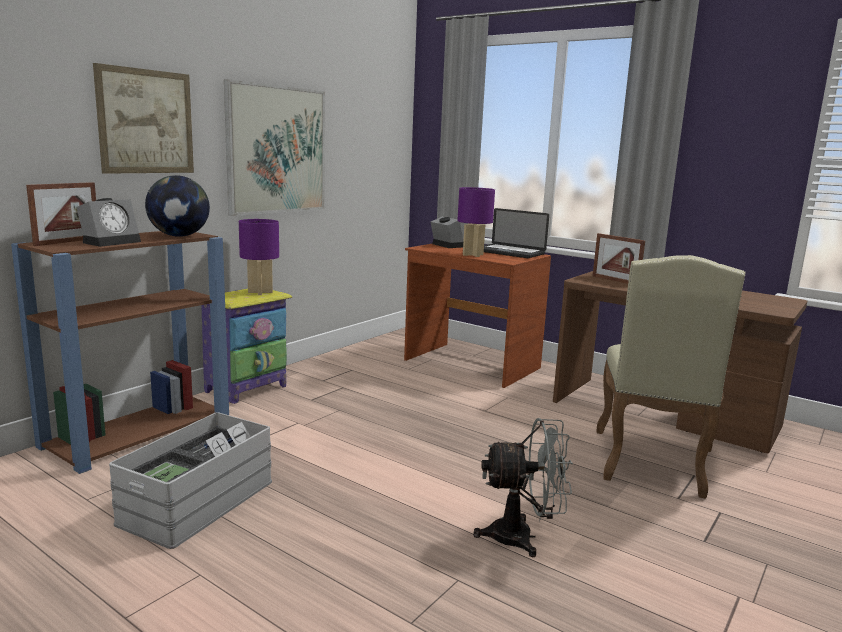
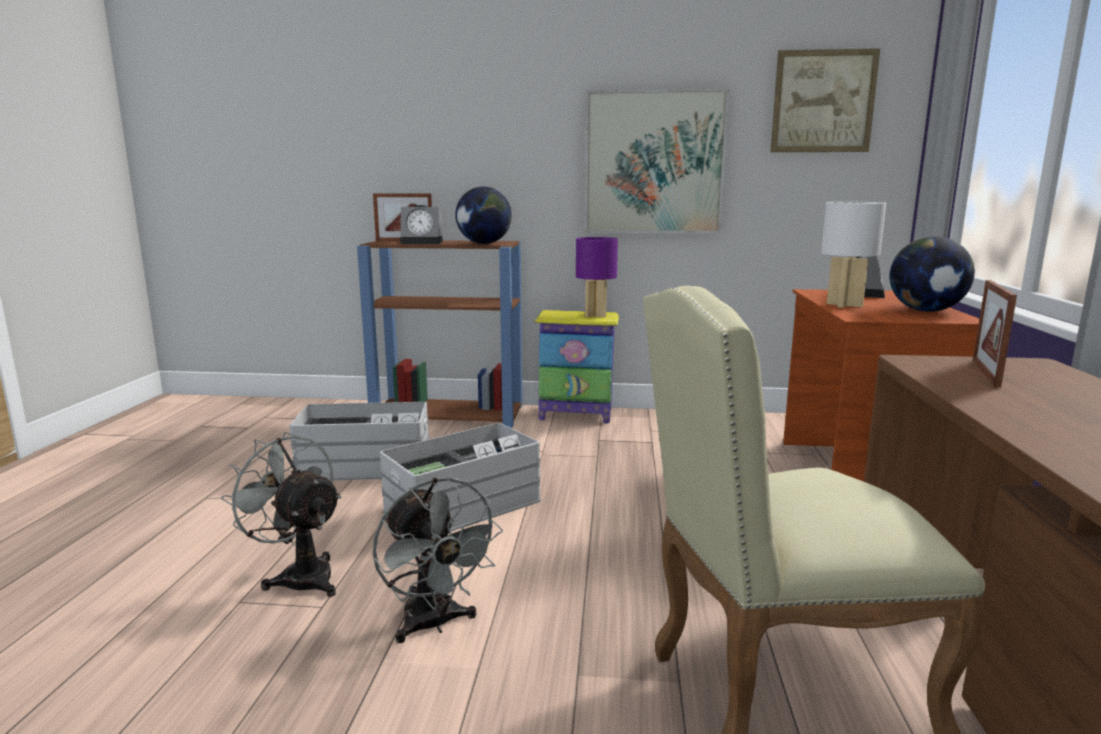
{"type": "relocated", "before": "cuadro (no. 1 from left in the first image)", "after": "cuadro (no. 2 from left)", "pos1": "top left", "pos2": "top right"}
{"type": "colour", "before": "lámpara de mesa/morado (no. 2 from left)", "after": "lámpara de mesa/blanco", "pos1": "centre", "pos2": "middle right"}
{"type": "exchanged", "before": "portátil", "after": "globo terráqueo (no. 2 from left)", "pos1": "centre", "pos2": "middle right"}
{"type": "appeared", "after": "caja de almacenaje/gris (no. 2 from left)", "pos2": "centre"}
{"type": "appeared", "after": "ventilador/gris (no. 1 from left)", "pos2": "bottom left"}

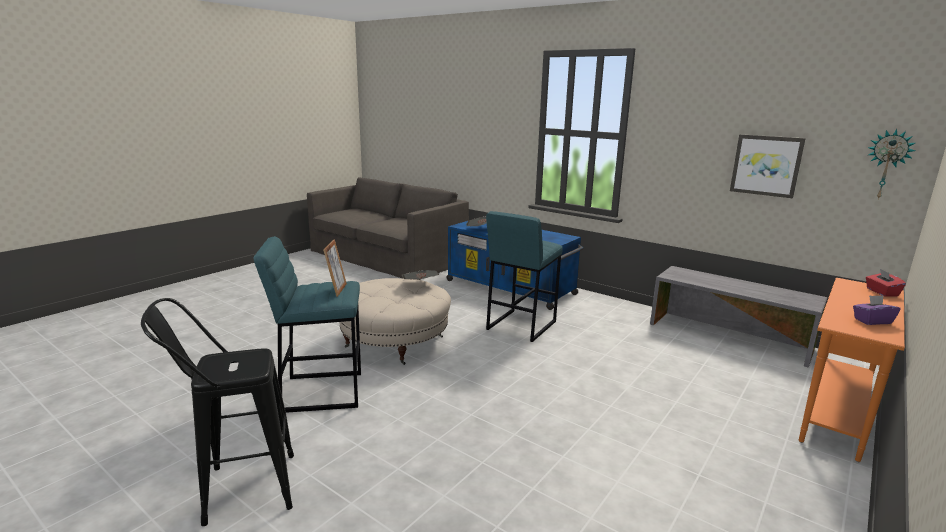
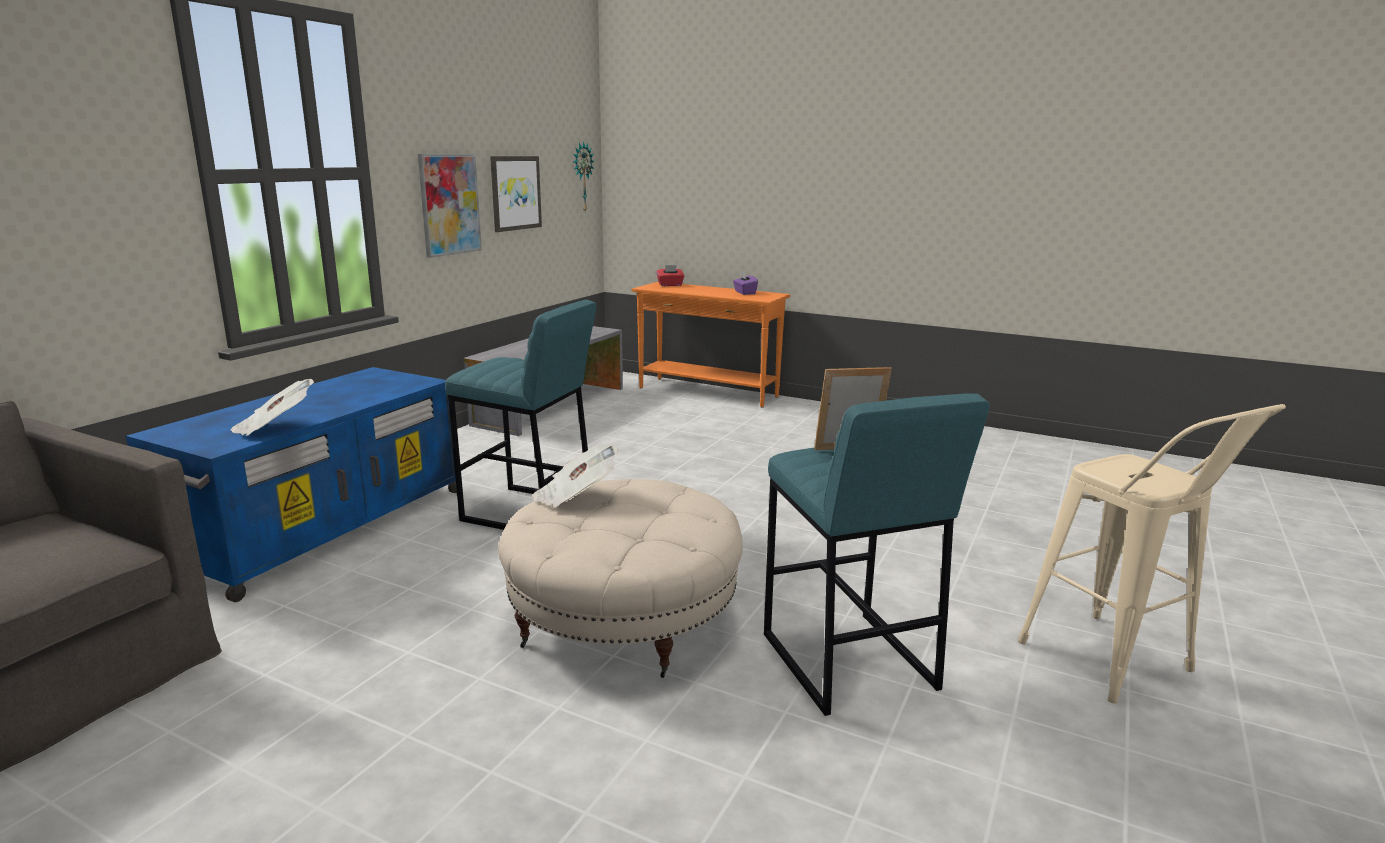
{"type": "colour", "before": "taburete/negro", "after": "taburete/beis", "pos1": "bottom left", "pos2": "middle right"}
{"type": "appeared", "after": "cuadro (no. 1 from left)", "pos2": "top left"}

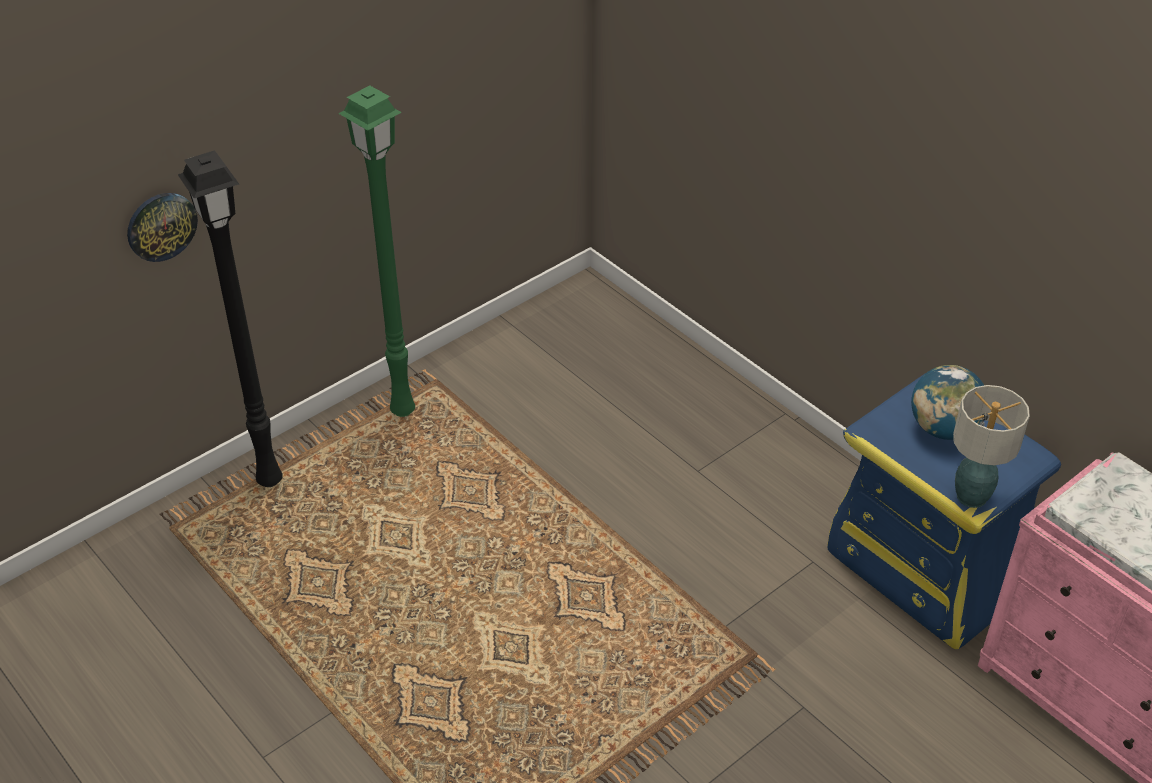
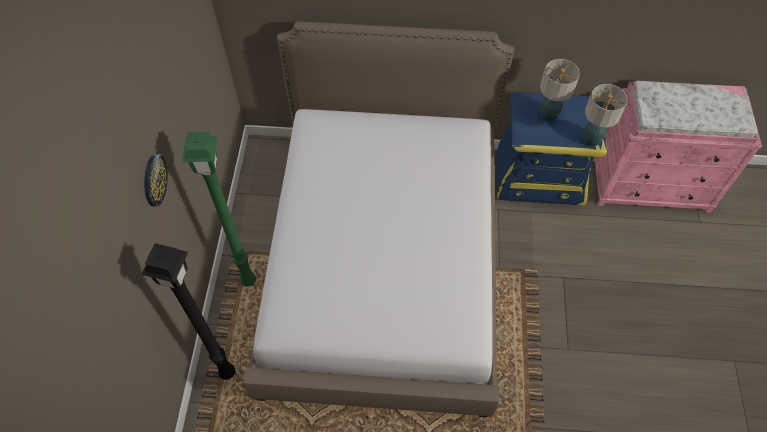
{"type": "relocated", "before": "reloj de pared", "pos1": "top left", "pos2": "middle left"}
{"type": "exchanged", "before": "globo terráqueo", "after": "lámpara de mesa (no. 1 from left)", "pos1": "middle right", "pos2": "top right"}
{"type": "appeared", "after": "cama", "pos2": "centre"}

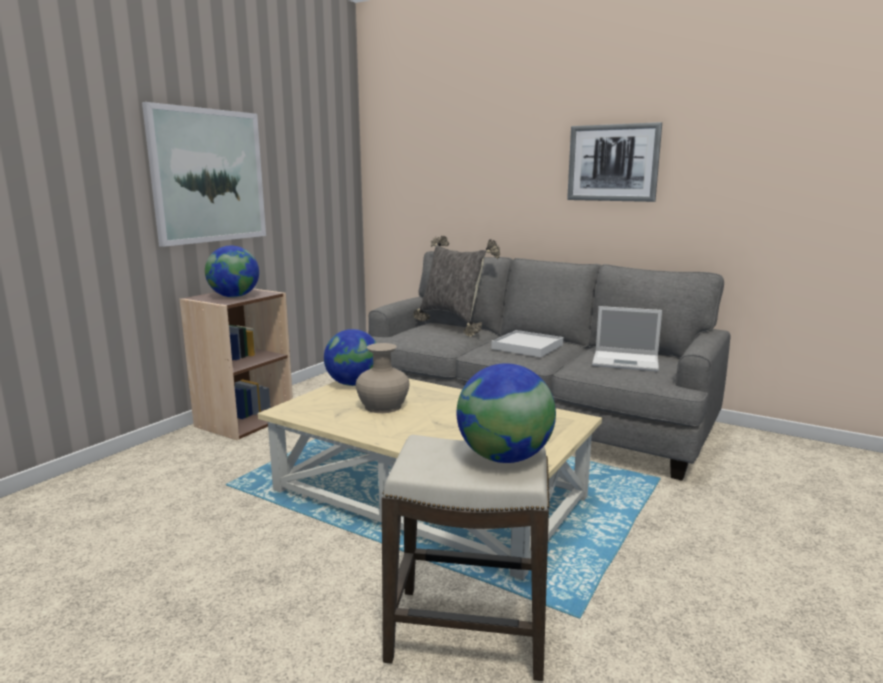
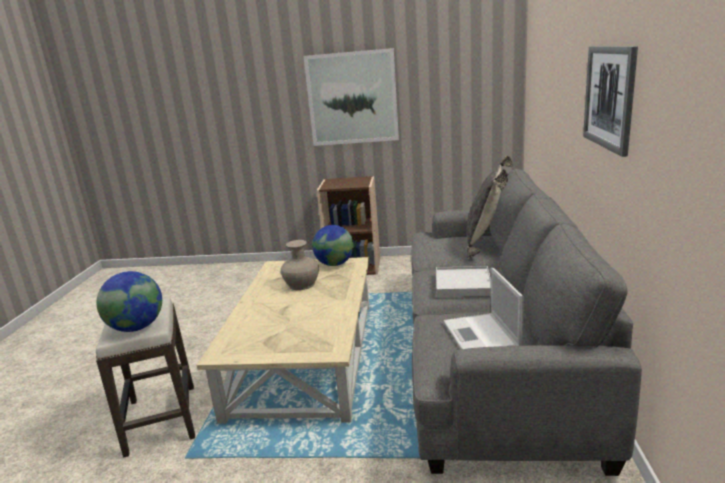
{"type": "missing", "before": "globo terráqueo (no. 1 from left)", "pos1": "middle left"}

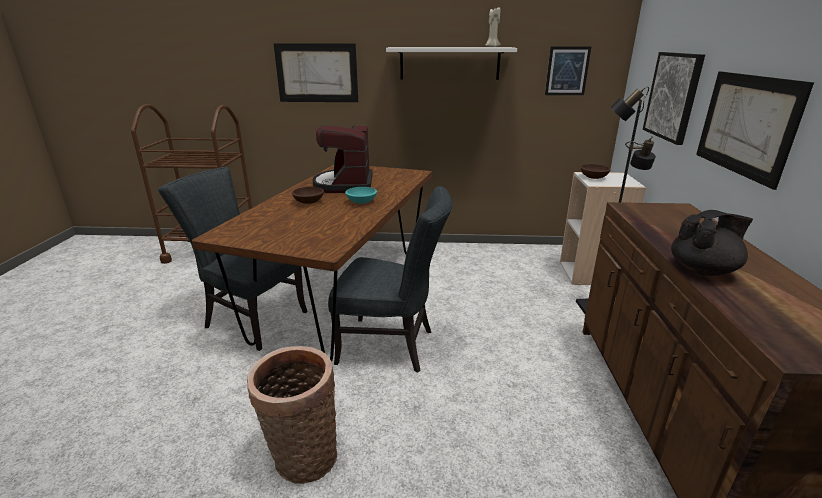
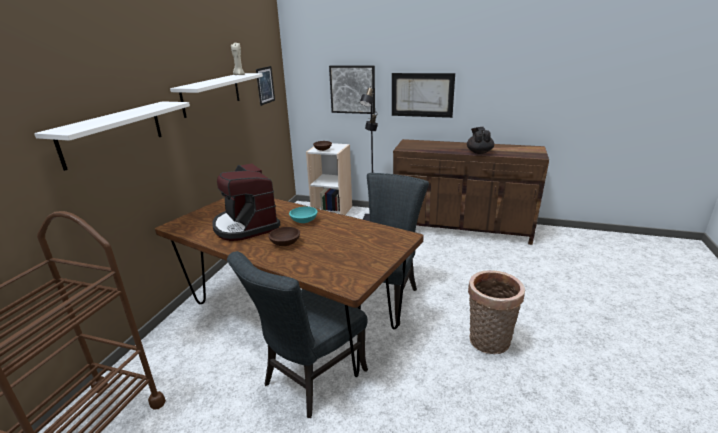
{"type": "exchanged", "before": "cuadro (no. 1 from left)", "after": "estante/blanco (no. 1 from left)", "pos1": "top centre", "pos2": "top left"}
{"type": "spun", "before": "cafetera", "pos1": "top centre", "pos2": "centre", "turn": 45}

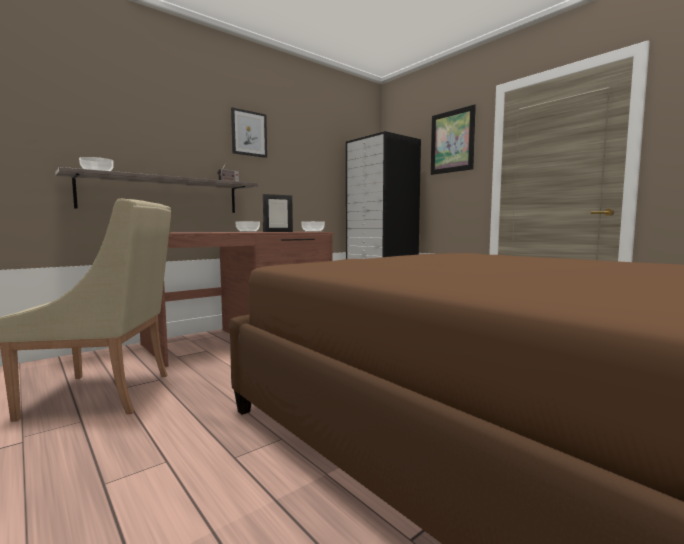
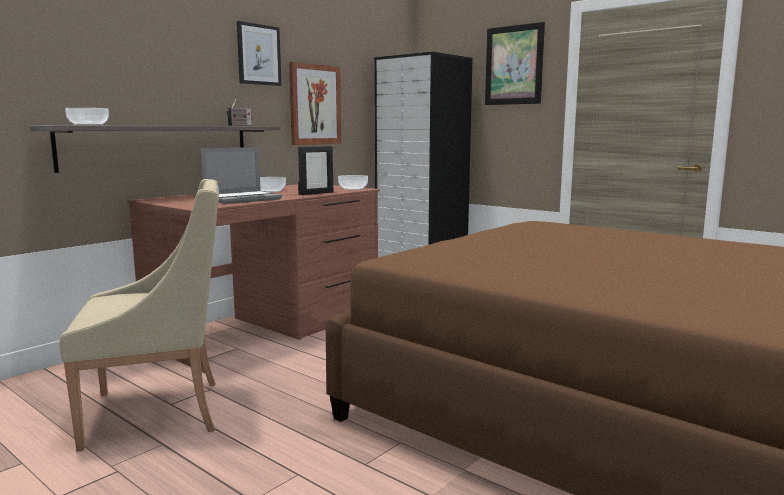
{"type": "appeared", "after": "cuadro (no. 2 from left)", "pos2": "top centre"}
{"type": "appeared", "after": "portátil", "pos2": "middle left"}

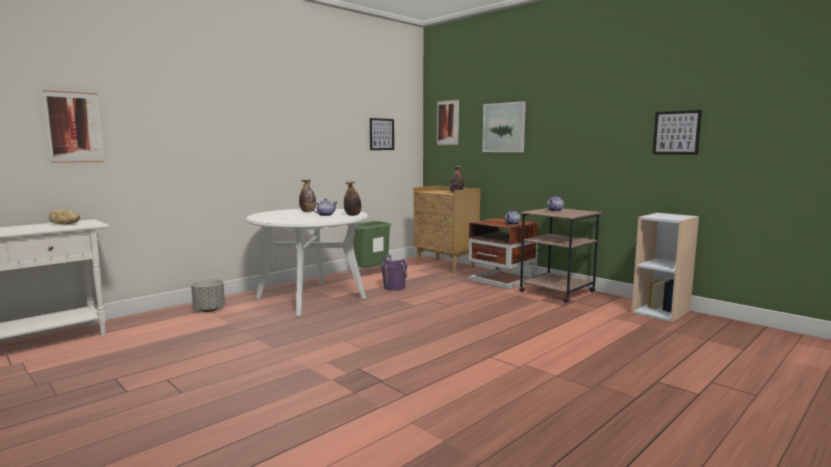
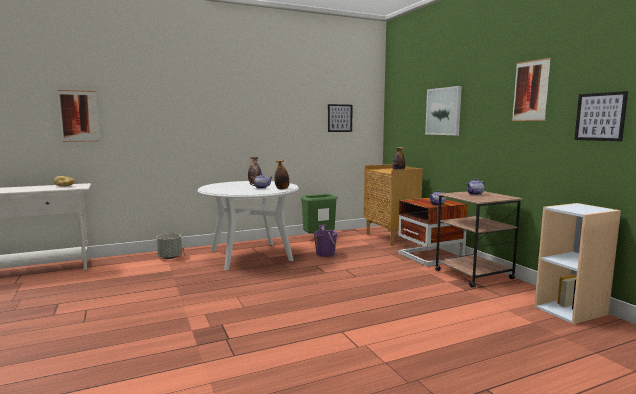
{"type": "relocated", "before": "cuadro (no. 3 from left in the first image)", "after": "cuadro (no. 4 from left)", "pos1": "top centre", "pos2": "top right"}

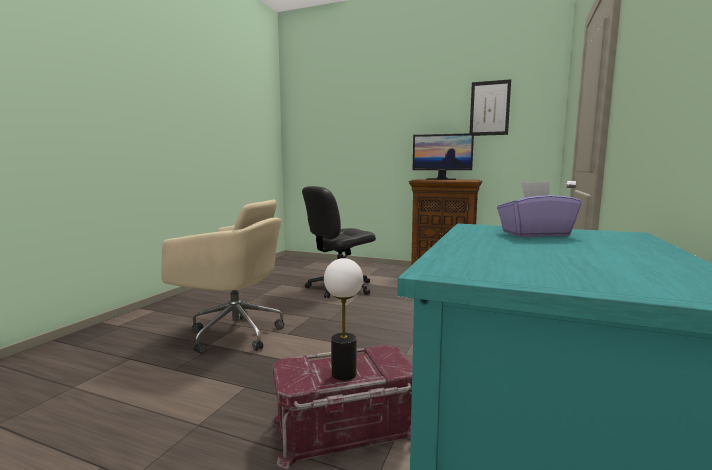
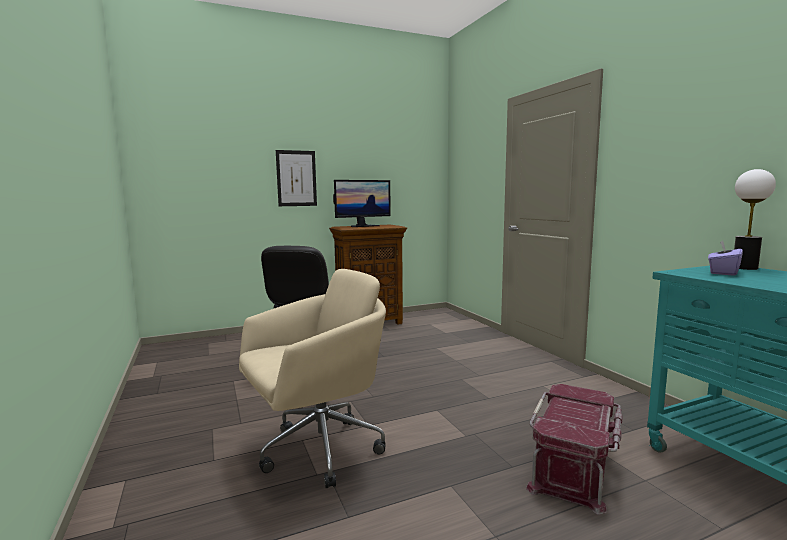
{"type": "relocated", "before": "cuadro", "pos1": "top right", "pos2": "top centre"}
{"type": "relocated", "before": "lámpara de mesa", "pos1": "bottom centre", "pos2": "middle right"}

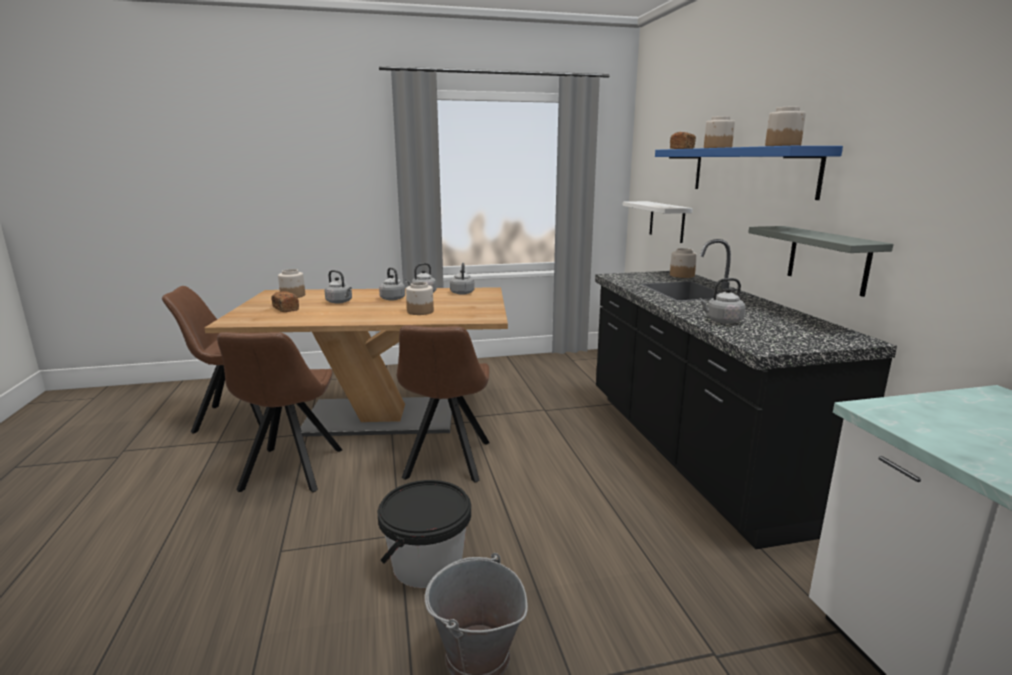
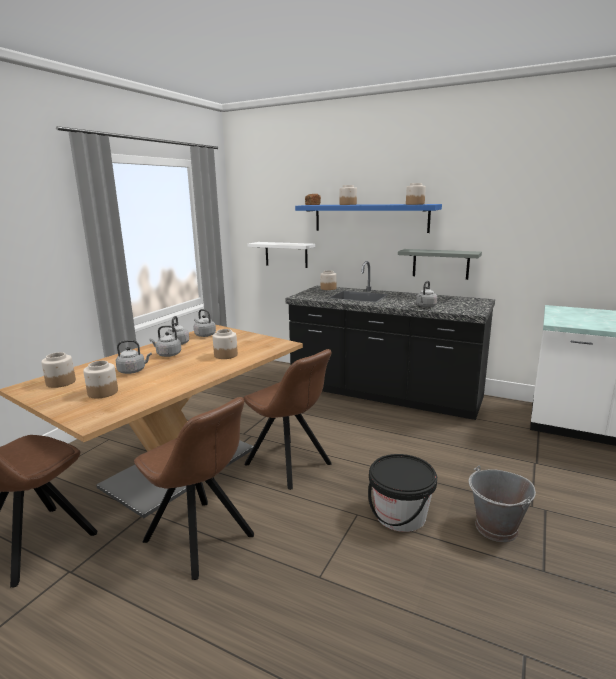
{"type": "exchanged", "before": "pan (no. 1 from left)", "after": "tarro (no. 2 from left)", "pos1": "middle left", "pos2": "middle left"}

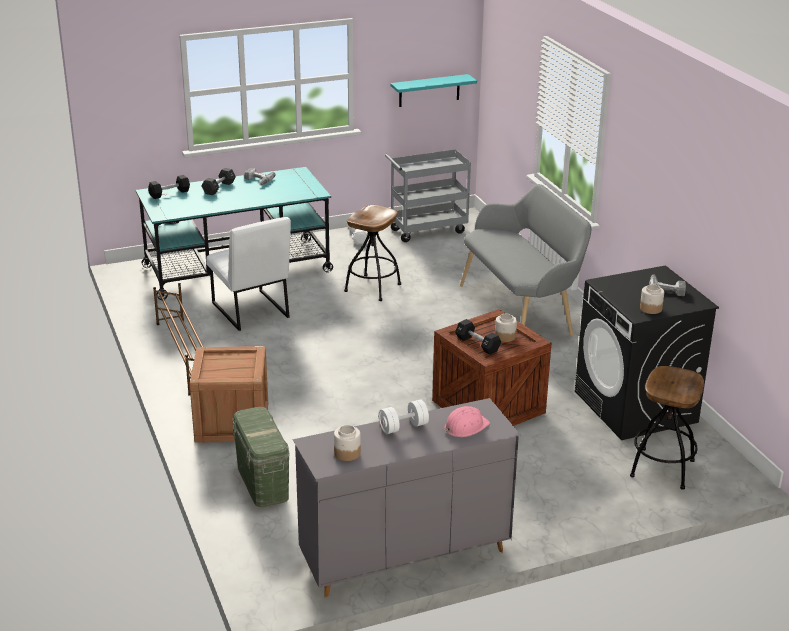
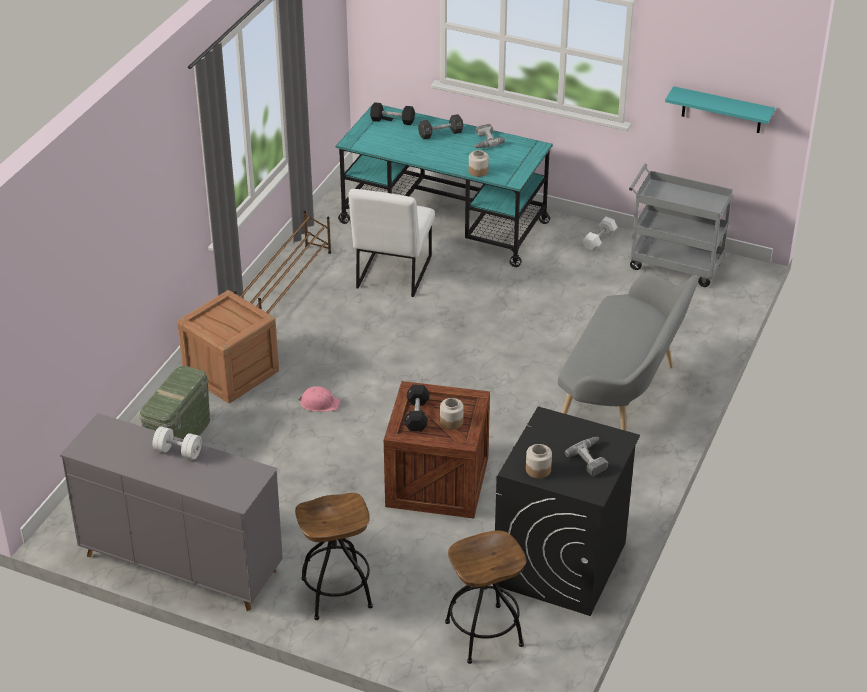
{"type": "relocated", "before": "taburete/marrón (no. 1 from left)", "pos1": "centre", "pos2": "bottom centre"}
{"type": "relocated", "before": "casco/rosa", "pos1": "bottom centre", "pos2": "centre"}
{"type": "relocated", "before": "tarro (no. 1 from left in the first image)", "after": "tarro (no. 2 from left)", "pos1": "bottom centre", "pos2": "top centre"}

